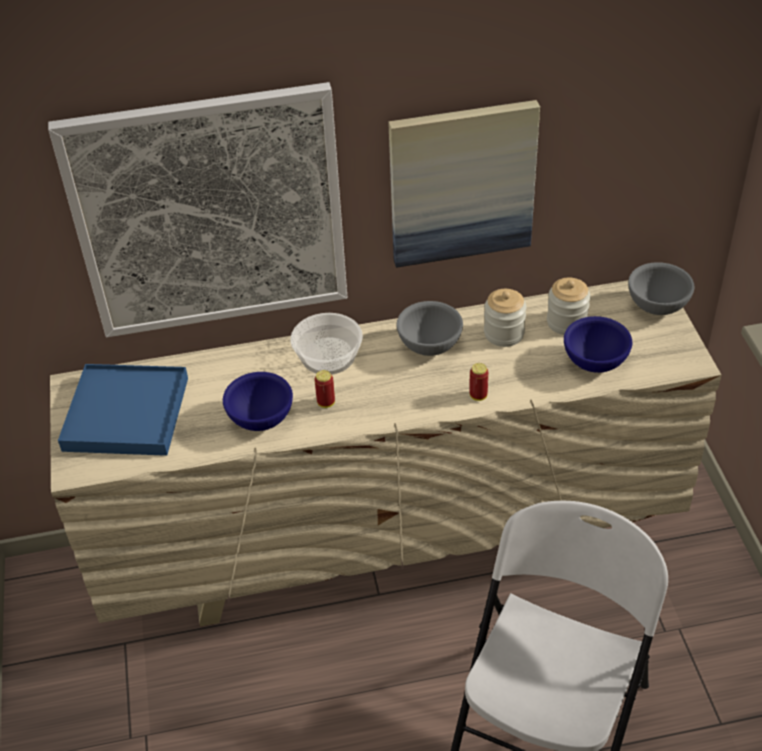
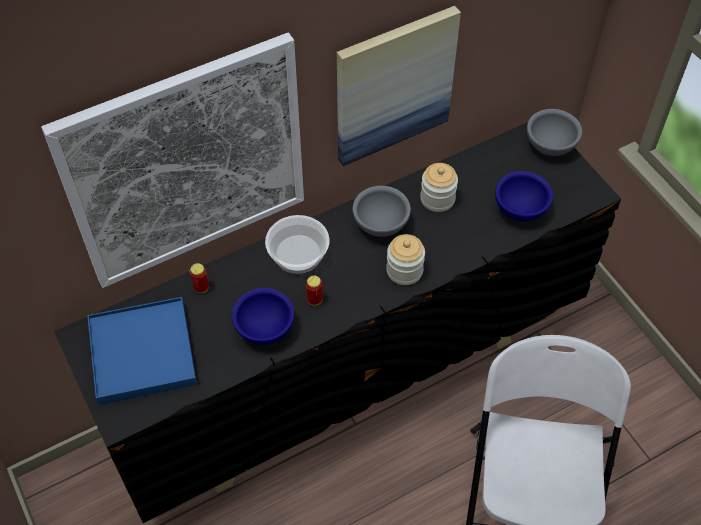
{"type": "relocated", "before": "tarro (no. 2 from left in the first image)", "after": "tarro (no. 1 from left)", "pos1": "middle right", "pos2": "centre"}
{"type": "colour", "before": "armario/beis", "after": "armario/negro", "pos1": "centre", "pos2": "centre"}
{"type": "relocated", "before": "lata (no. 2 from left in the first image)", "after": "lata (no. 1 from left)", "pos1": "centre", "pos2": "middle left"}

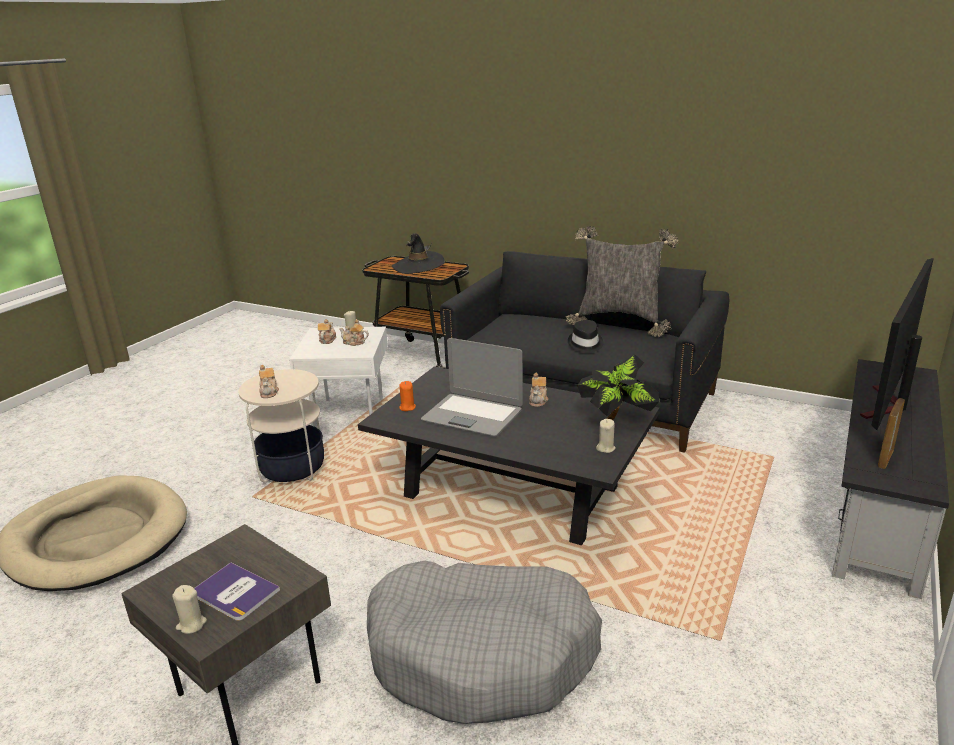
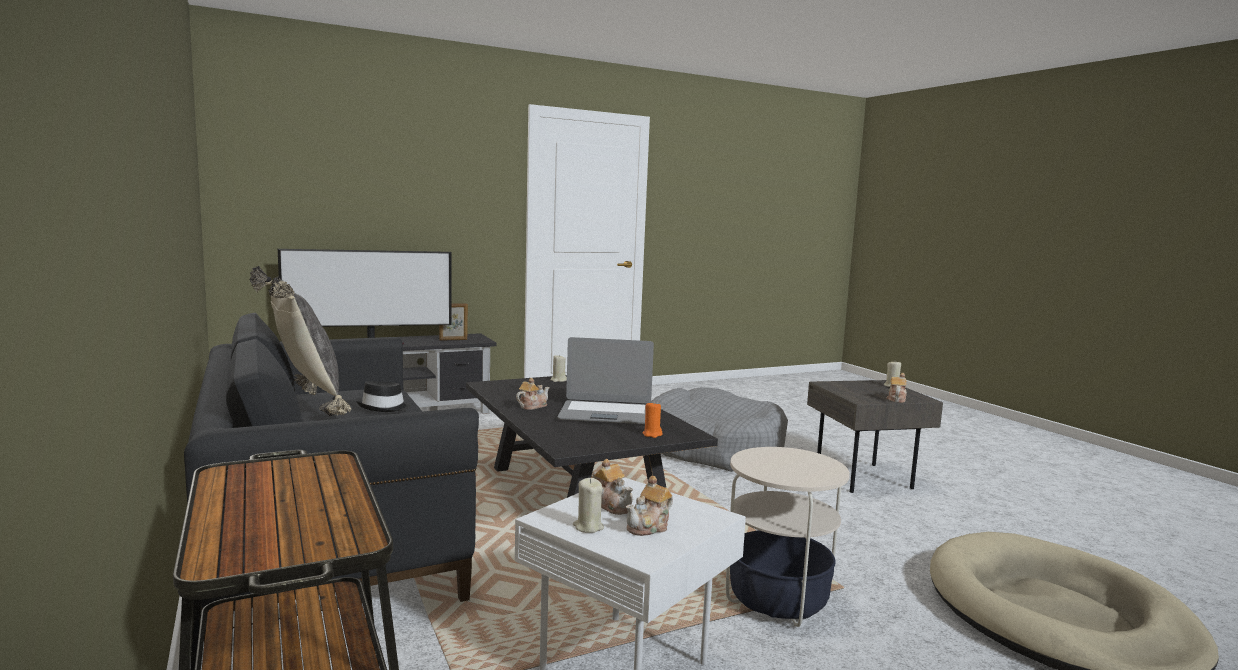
{"type": "missing", "before": "sombrero/negro (no. 1 from left)", "pos1": "centre"}
{"type": "spun", "before": "portátil", "pos1": "centre", "pos2": "centre", "turn": 120}
{"type": "missing", "before": "planta en maceta", "pos1": "centre"}
{"type": "relocated", "before": "tetera (no. 1 from left in the first image)", "after": "tetera (no. 4 from left)", "pos1": "middle left", "pos2": "middle right"}
{"type": "missing", "before": "libro", "pos1": "bottom left"}

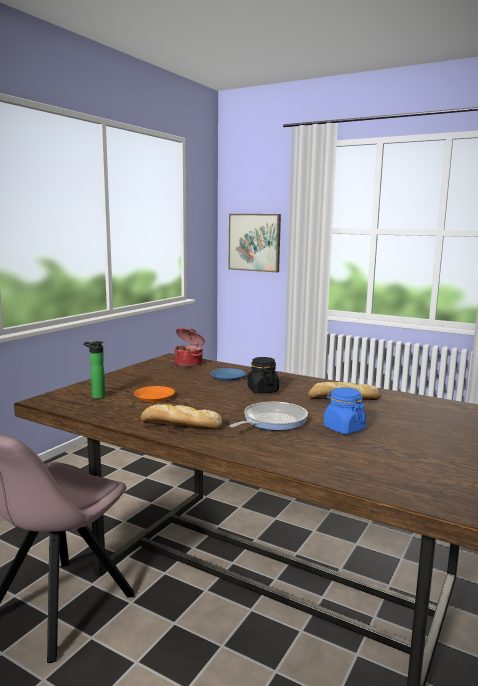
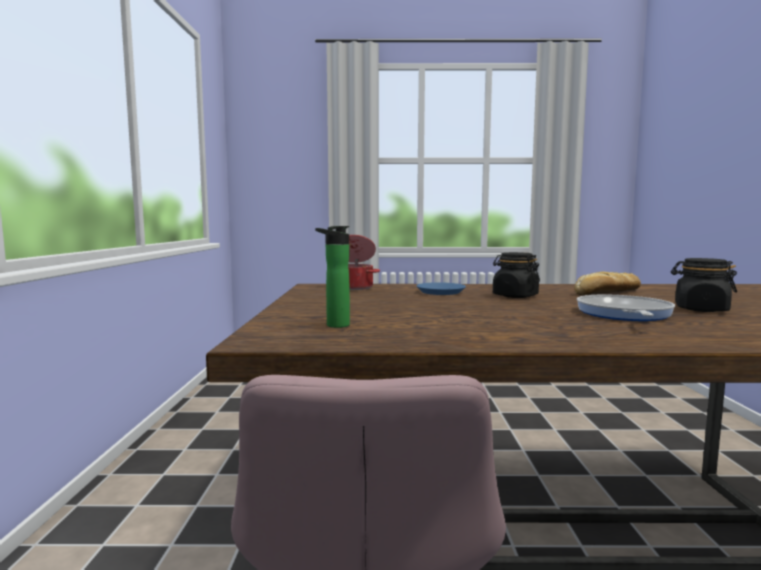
{"type": "missing", "before": "cuadro", "pos1": "centre"}
{"type": "missing", "before": "plato/naranja", "pos1": "middle left"}
{"type": "colour", "before": "tarro/azul", "after": "tarro/negro (no. 2 from left)", "pos1": "middle right", "pos2": "middle right"}
{"type": "missing", "before": "pan (no. 1 from left)", "pos1": "centre"}

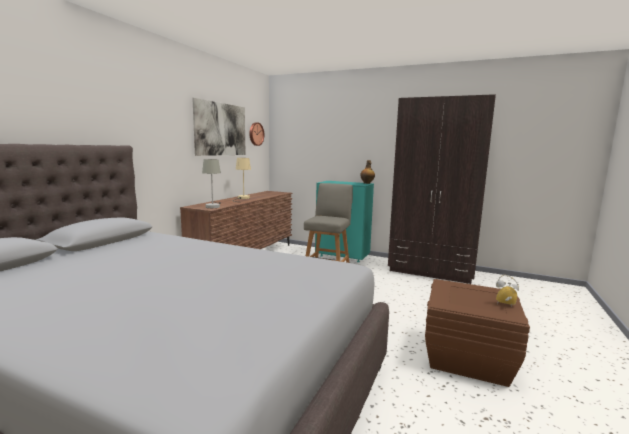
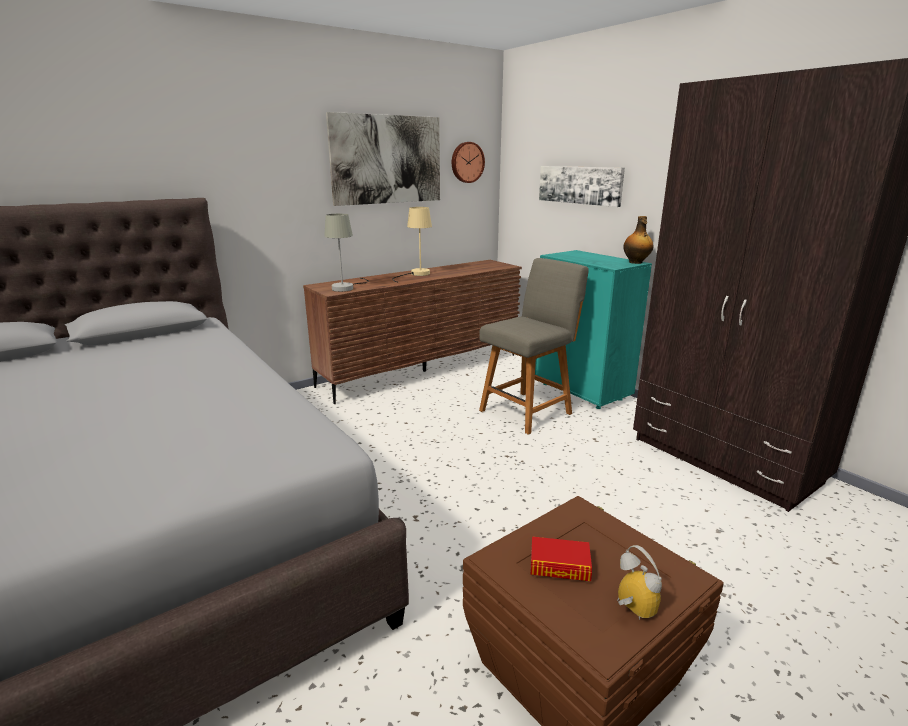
{"type": "appeared", "after": "cuadro (no. 2 from left)", "pos2": "top centre"}
{"type": "appeared", "after": "libro", "pos2": "bottom centre"}

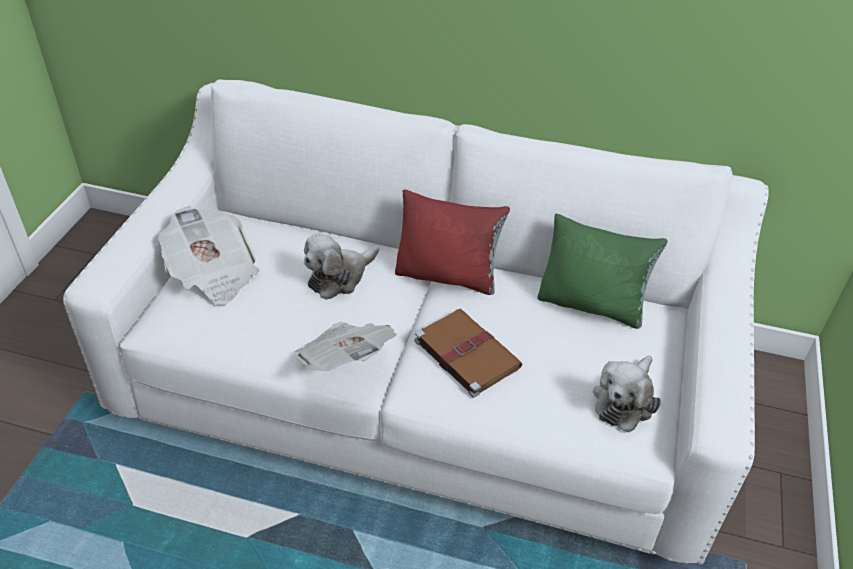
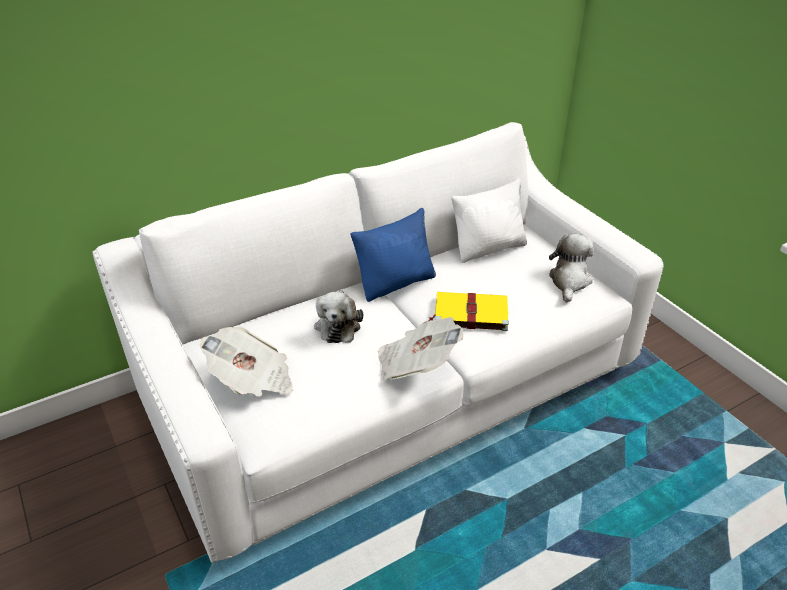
{"type": "colour", "before": "cojín/rojo", "after": "cojín/azul", "pos1": "centre", "pos2": "centre"}
{"type": "colour", "before": "cojín/verde", "after": "cojín/blanco", "pos1": "middle right", "pos2": "centre"}
{"type": "colour", "before": "libro/marrón", "after": "libro/amarillo", "pos1": "centre", "pos2": "centre"}
{"type": "spun", "before": "peluche (no. 2 from left)", "pos1": "bottom right", "pos2": "middle right", "turn": -150}

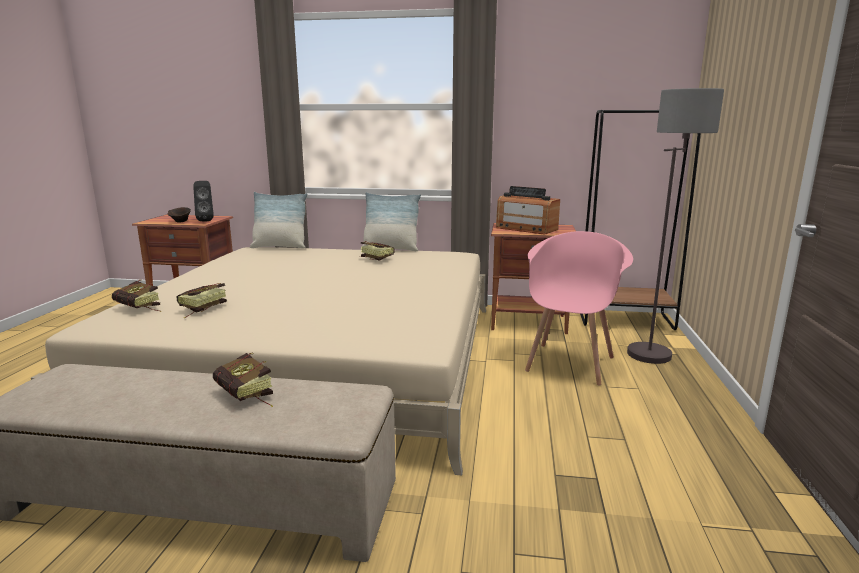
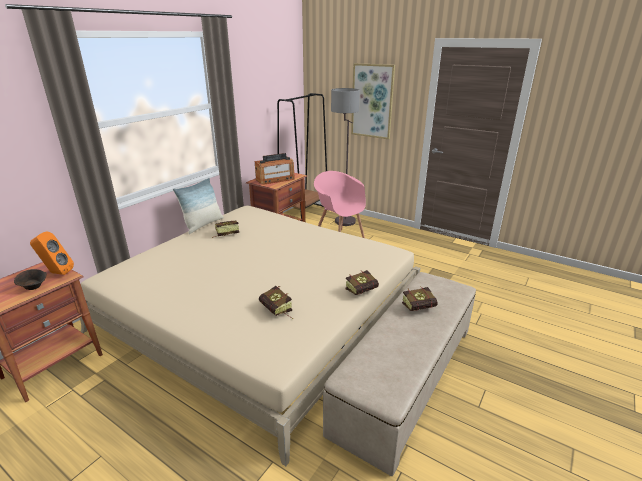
{"type": "colour", "before": "altavoz/negro", "after": "altavoz/naranja", "pos1": "middle left", "pos2": "middle left"}
{"type": "missing", "before": "cojín (no. 1 from left)", "pos1": "middle left"}
{"type": "relocated", "before": "libro (no. 1 from left in the first image)", "after": "libro (no. 3 from left)", "pos1": "middle left", "pos2": "centre"}
{"type": "appeared", "after": "cuadro", "pos2": "top centre"}

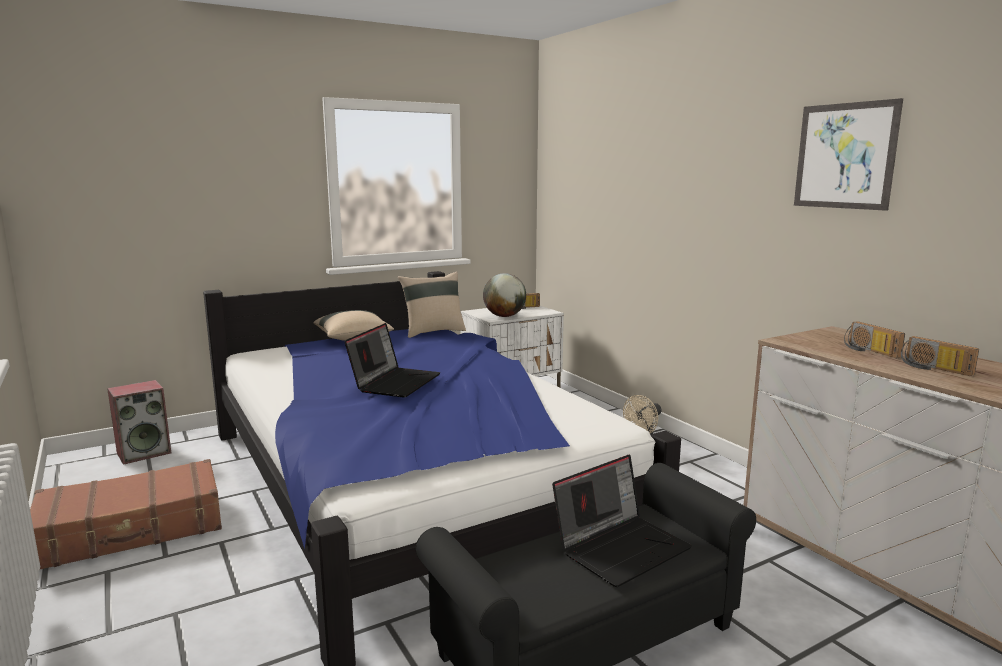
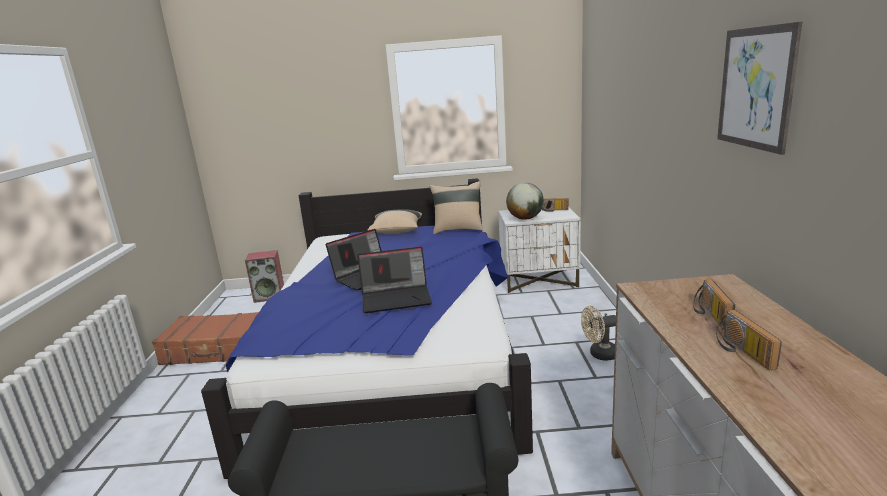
{"type": "relocated", "before": "portátil (no. 2 from left)", "pos1": "bottom centre", "pos2": "centre"}

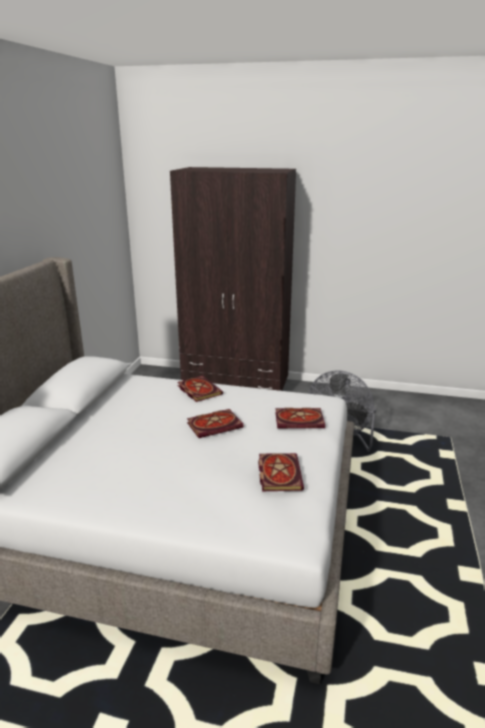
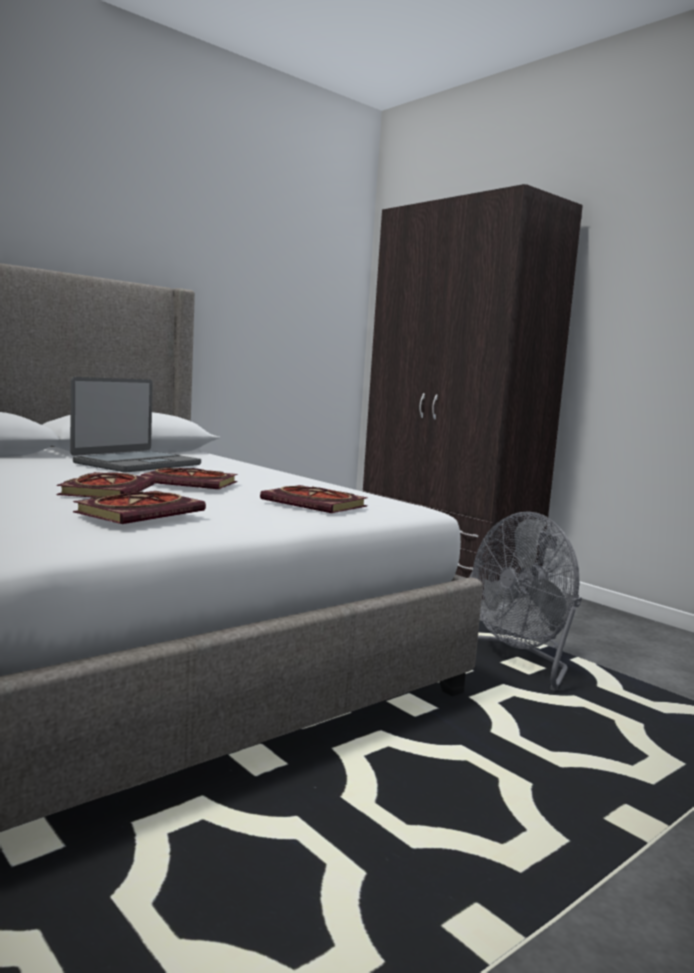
{"type": "relocated", "before": "libro (no. 1 from left)", "pos1": "centre", "pos2": "middle left"}
{"type": "appeared", "after": "portátil", "pos2": "middle left"}

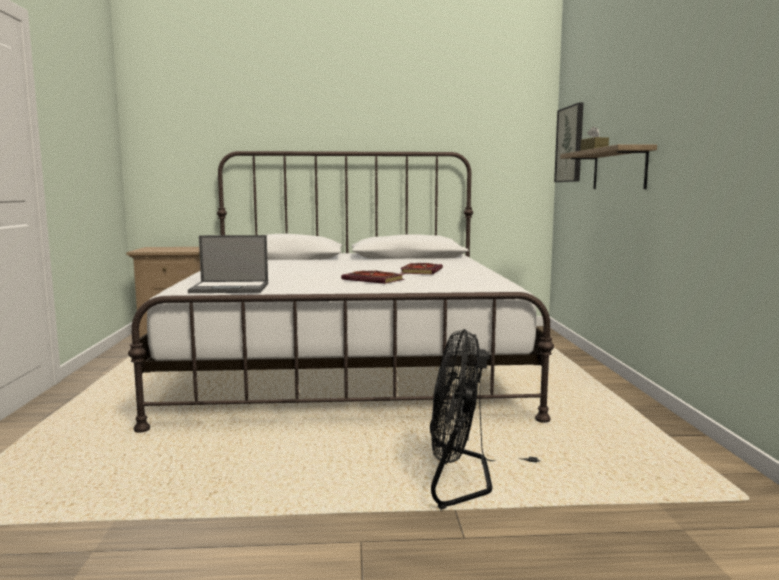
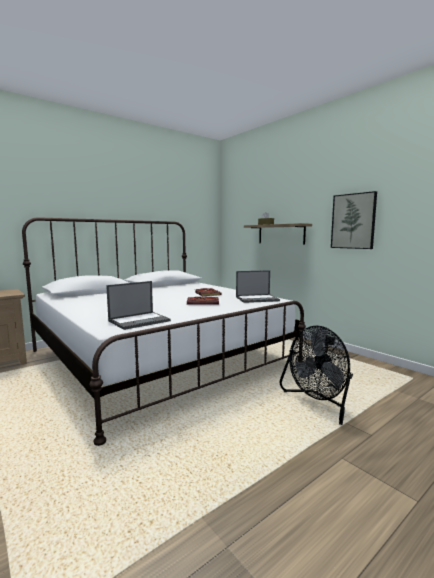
{"type": "relocated", "before": "cuadro", "pos1": "top right", "pos2": "middle right"}
{"type": "appeared", "after": "portátil (no. 2 from left)", "pos2": "centre"}

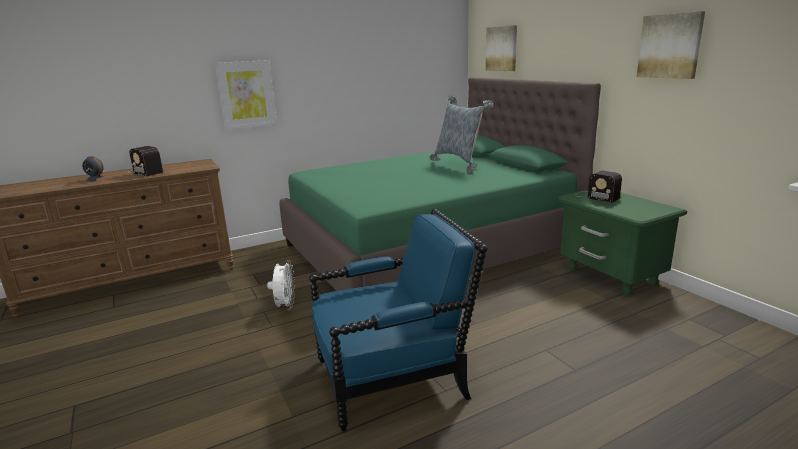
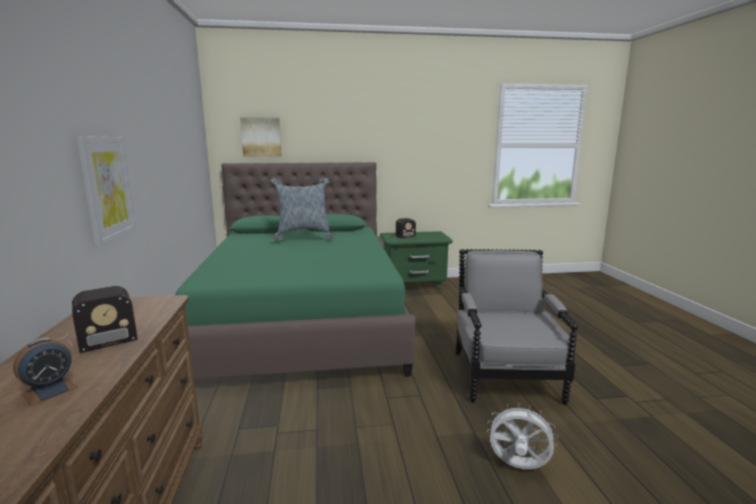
{"type": "missing", "before": "cuadro (no. 3 from left)", "pos1": "top right"}
{"type": "colour", "before": "sillón/azul", "after": "sillón/gris", "pos1": "bottom centre", "pos2": "middle right"}
{"type": "relocated", "before": "ventilador/blanco", "pos1": "centre", "pos2": "bottom right"}

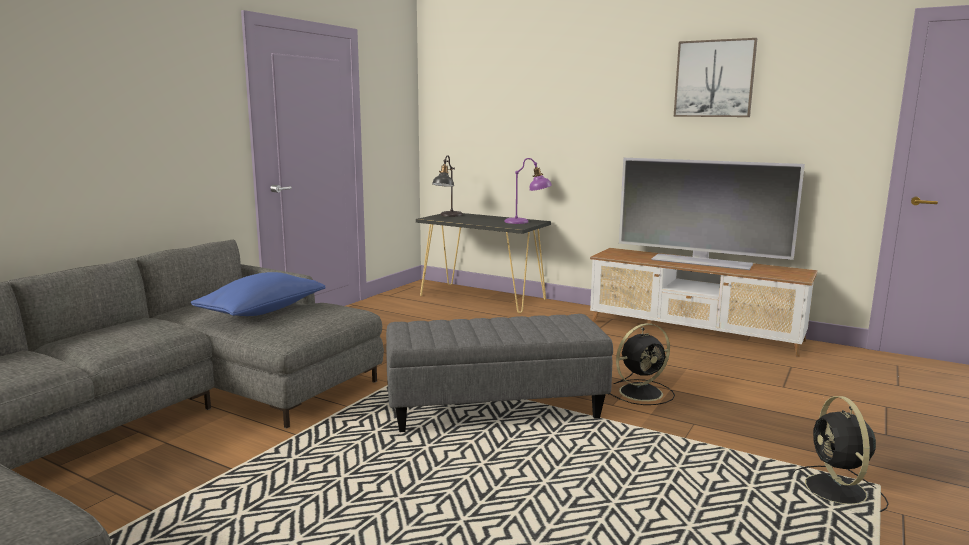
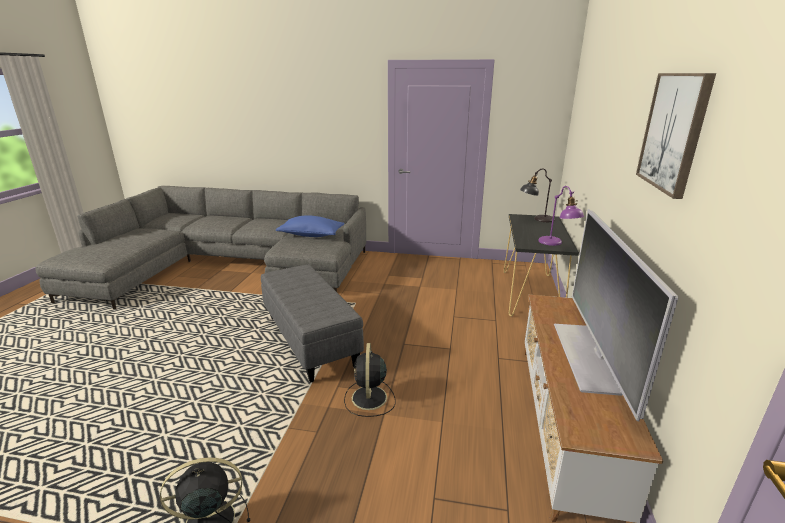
{"type": "spun", "before": "ventilador/negro (no. 1 from left in the first image)", "pos1": "bottom centre", "pos2": "bottom centre", "turn": 45}

